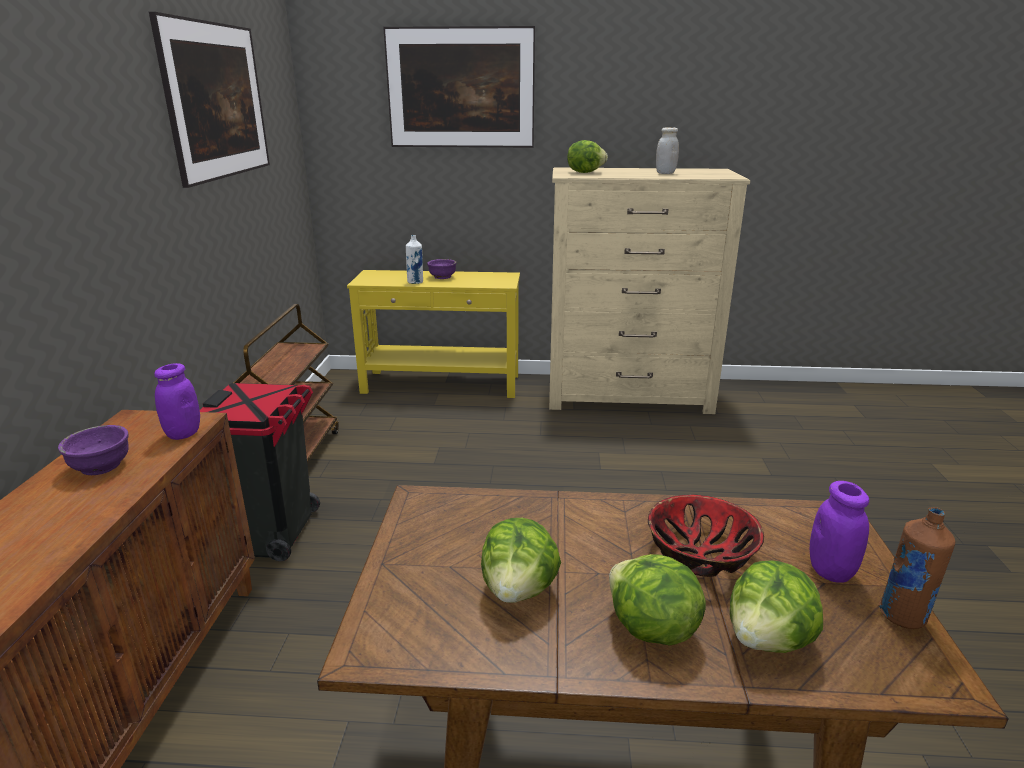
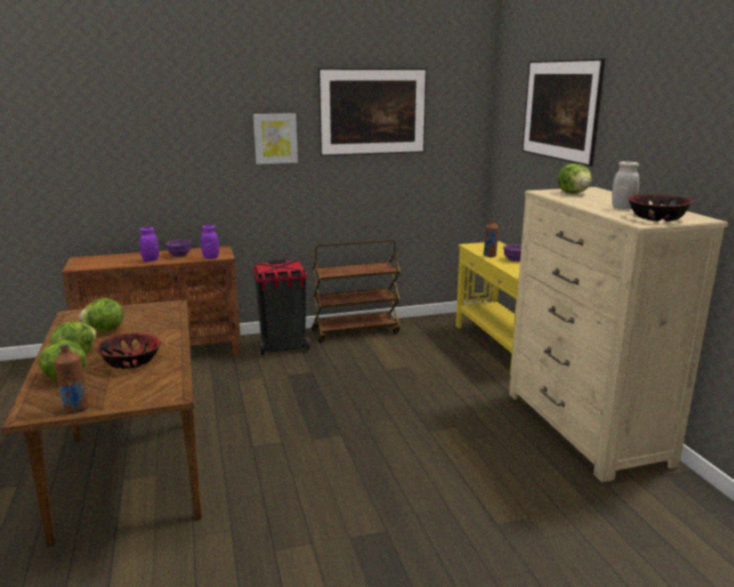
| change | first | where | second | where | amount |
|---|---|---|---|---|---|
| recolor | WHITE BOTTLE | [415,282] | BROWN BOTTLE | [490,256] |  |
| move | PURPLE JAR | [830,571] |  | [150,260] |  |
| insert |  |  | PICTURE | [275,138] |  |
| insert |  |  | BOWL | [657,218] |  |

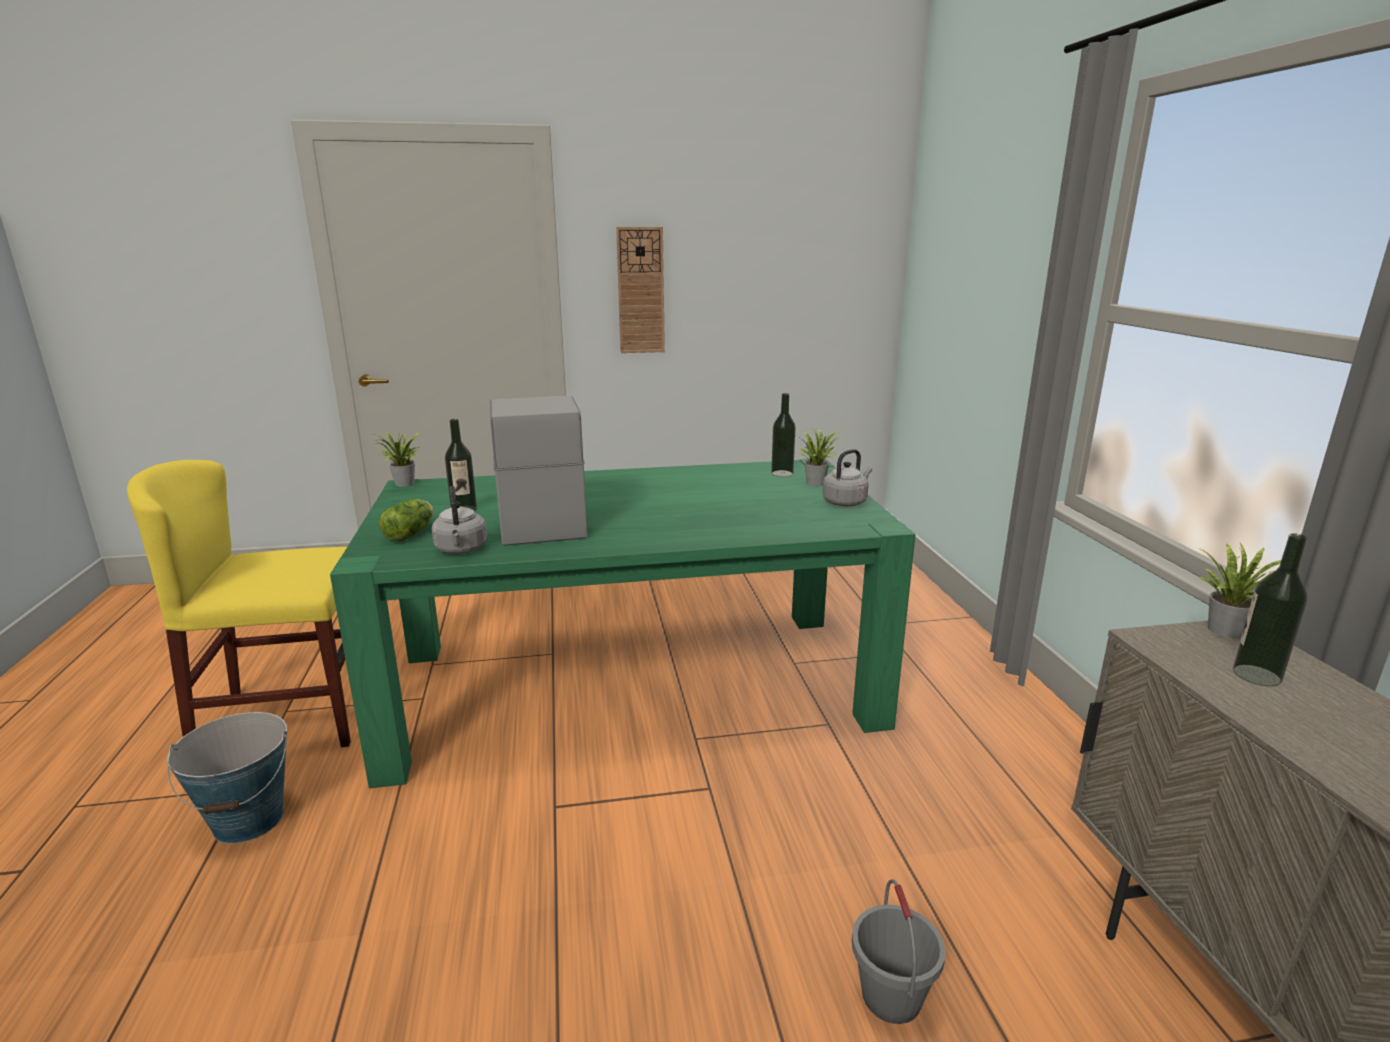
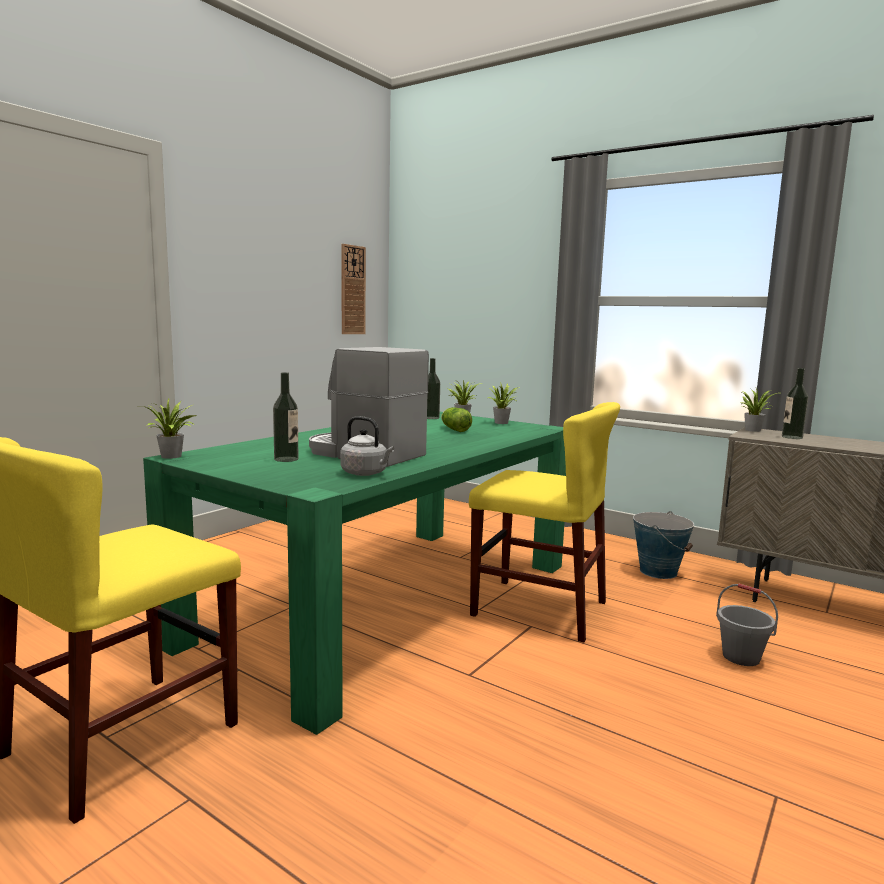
| change | first | where | second | where | amount |
|---|---|---|---|---|---|
| move | WALL CLOCK | [640,291] |  | [352,290] |  |
| replace | GREY KETTLE | [846,502] | POTTED PLANT | [503,423] |  |
| move | LETTUCE | [412,533] |  | [454,429] |  |
| move | BUCKET | [249,820] |  | [658,571] |  |
| insert |  |  | YELLOW CHAIR | [539,608] |  |

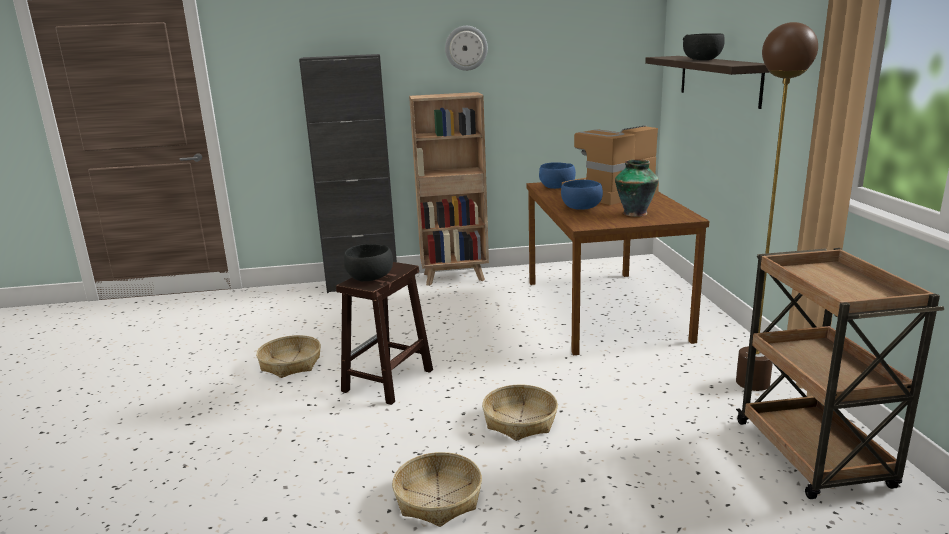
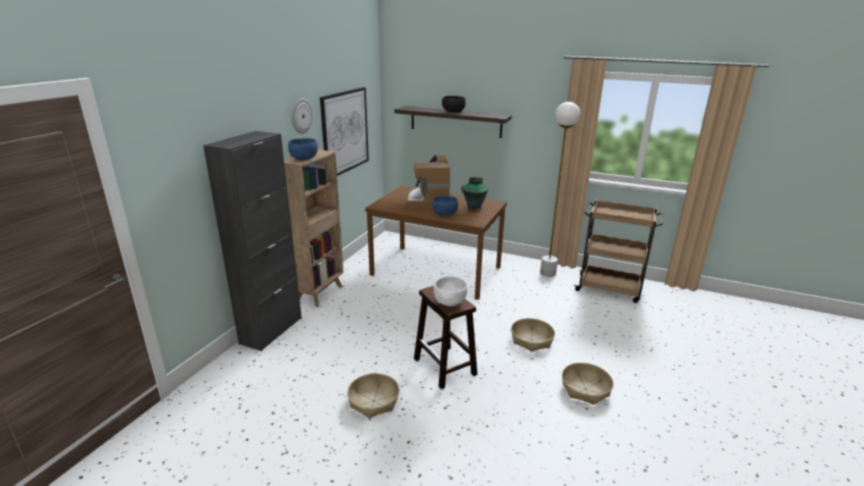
| change | first | where | second | where | amount |
|---|---|---|---|---|---|
| recolor | BROWN FLOOR LAMP | [753,383] | WHITE FLOOR LAMP | [548,273] |  |
| move | BLUE BOWL | [557,187] |  | [304,158] |  |
| recolor | BLACK BOWL | [370,278] | WHITE BOWL | [450,301] |  |
| insert |  |  | PICTURE | [345,131] |  |

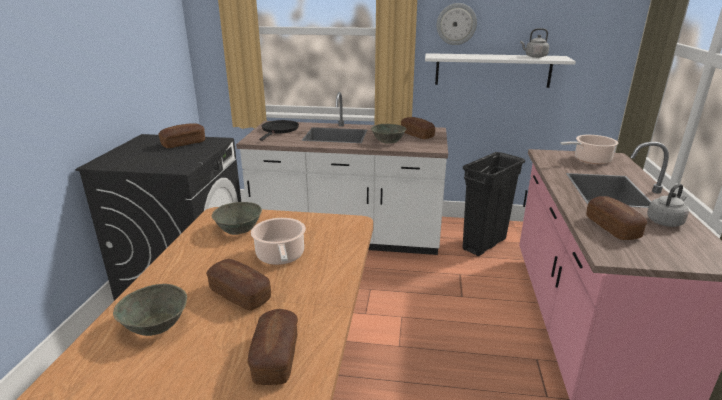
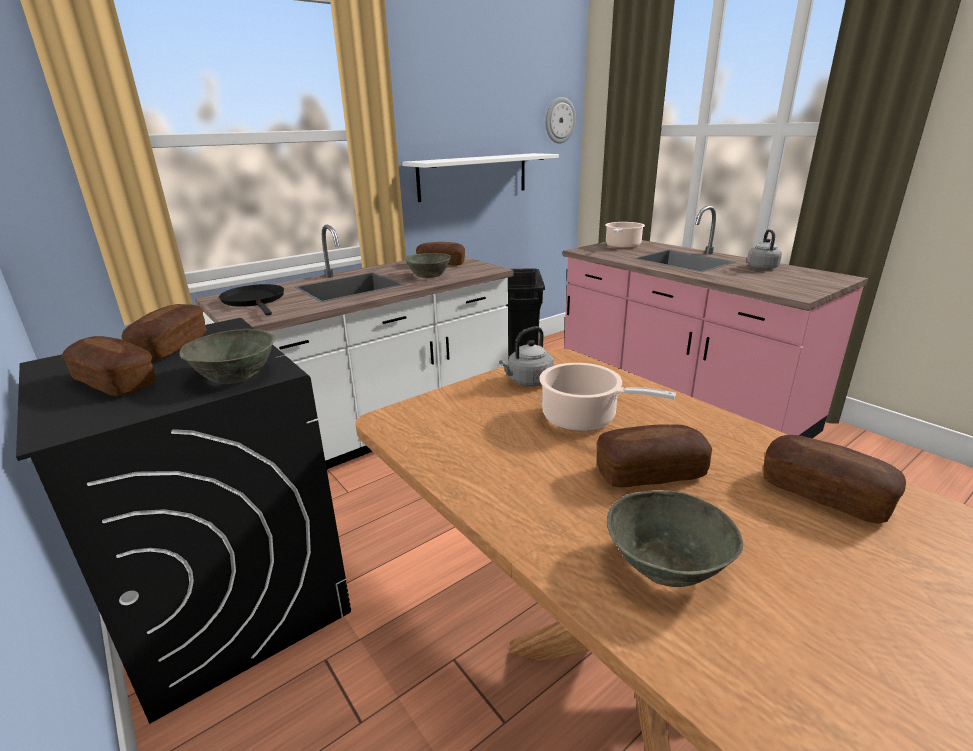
| change | first | where | second | where | amount |
|---|---|---|---|---|---|
| move | WALL CLOCK | [456,24] |  | [559,120] |  |
| move | GREY KETTLE | [534,56] |  | [528,382] |  |
| move | BREAD | [612,227] |  | [115,382] |  |
| move | GREY BOWL | [238,229] |  | [234,375] |  |

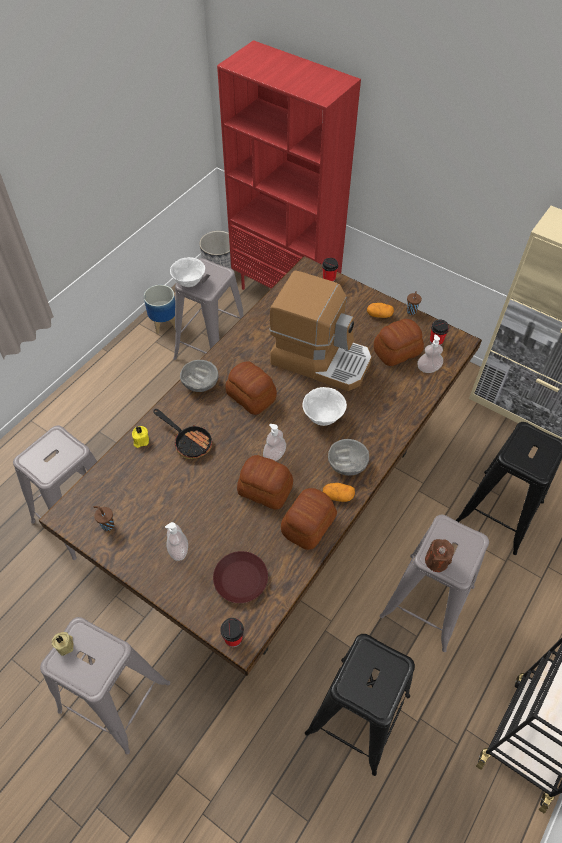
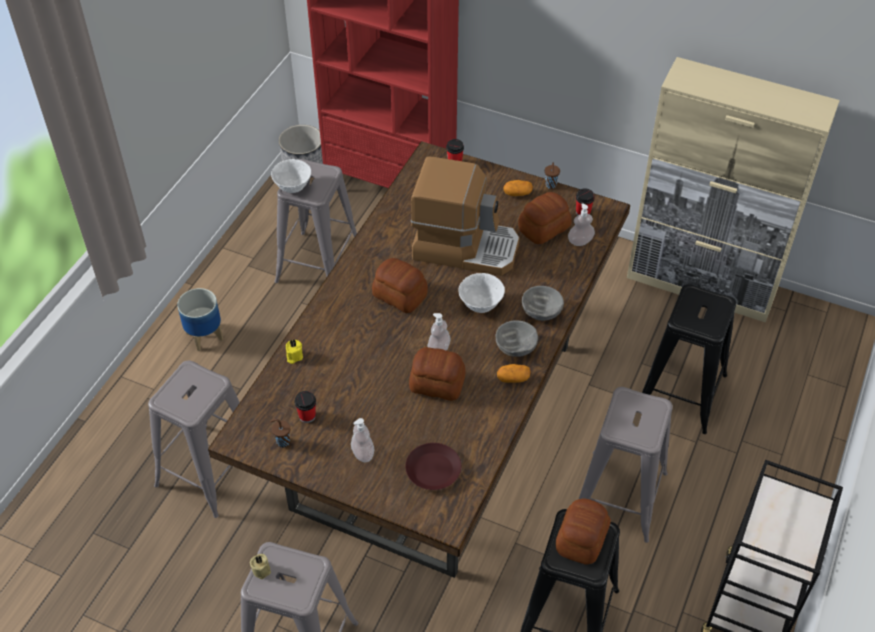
| change | first | where | second | where | amount |
|---|---|---|---|---|---|
| move | PLANTER | [163,324] |  | [204,336] |  |
| move | GREY BOWL | [200,383] |  | [541,312] |  |
| delete | FRYING PAN | [189,441] |  |  |  |
| move | BREAD | [307,525] |  | [580,539] |  |
| delete | BROWN CANDLE | [436,561] |  |  |  |
| move | CUP | [233,638] |  | [307,416] |  |

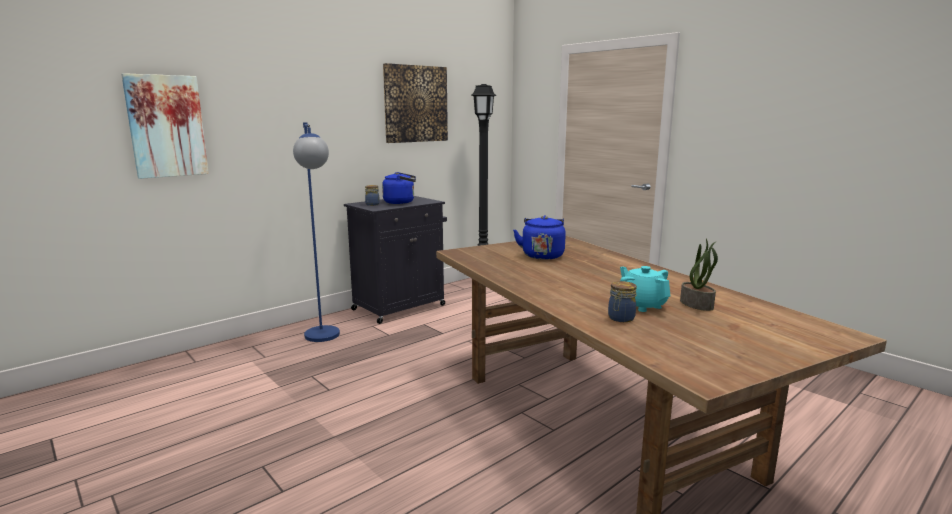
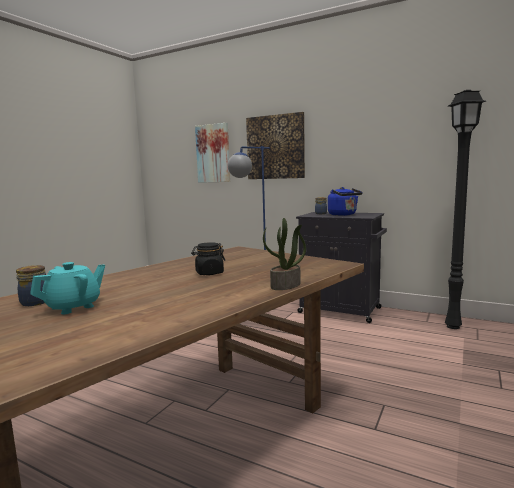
| change | first | where | second | where | amount |
|---|---|---|---|---|---|
| move | PICTURE | [415,104] |  | [275,147] |  |
| delete | BLUE KETTLE | [542,255] |  |  |  |
| move | POTTED PLANT | [697,304] |  | [285,286] |  |
| insert |  |  | BLACK JAR | [209,273] |  |

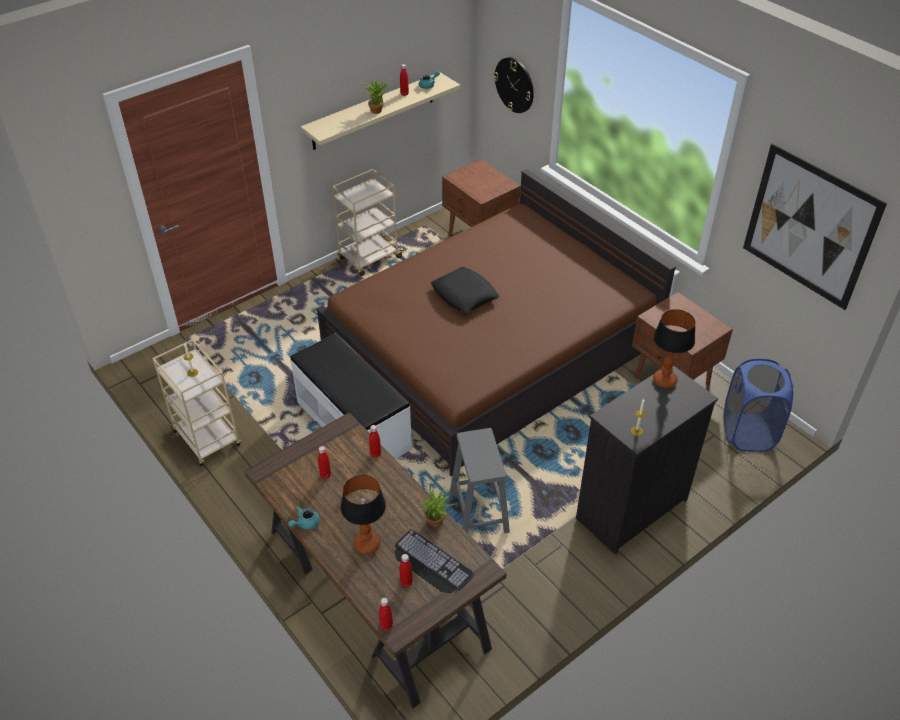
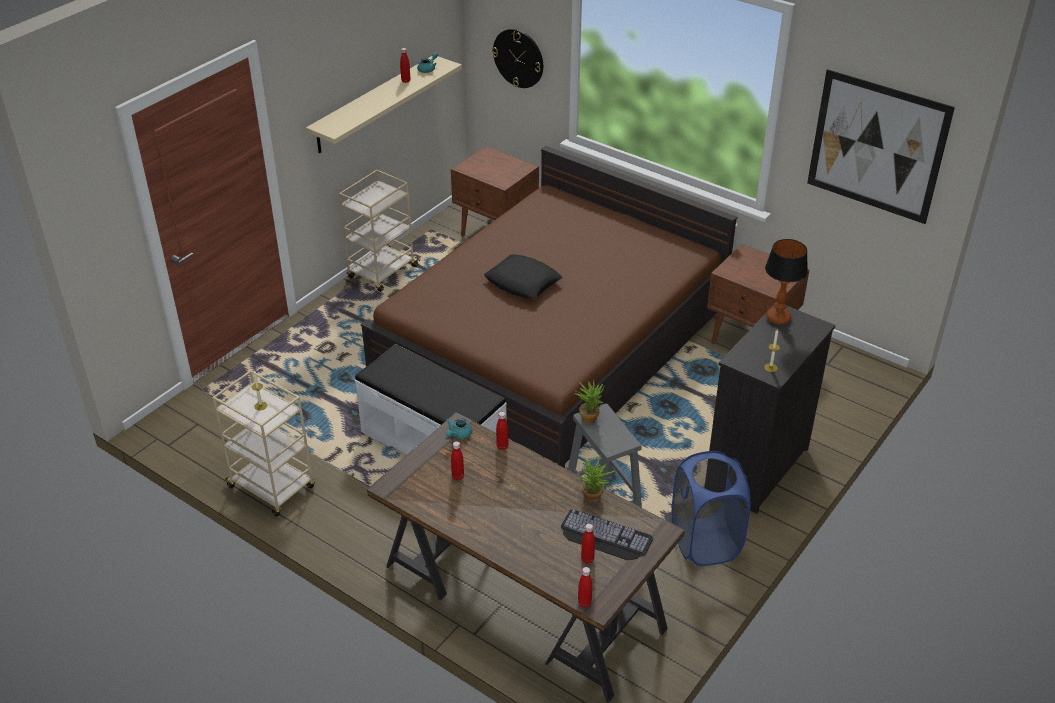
| change | first | where | second | where | amount |
|---|---|---|---|---|---|
| move | POTTED PLANT | [377,110] |  | [589,416] |  |
| move | BLUE LAUNDRY BASKET | [747,432] |  | [705,542] |  |
| delete | TABLE LAMP | [366,544] |  |  |  |
| move | TURQUOISE TEAPOT | [305,523] |  | [458,434] |  |

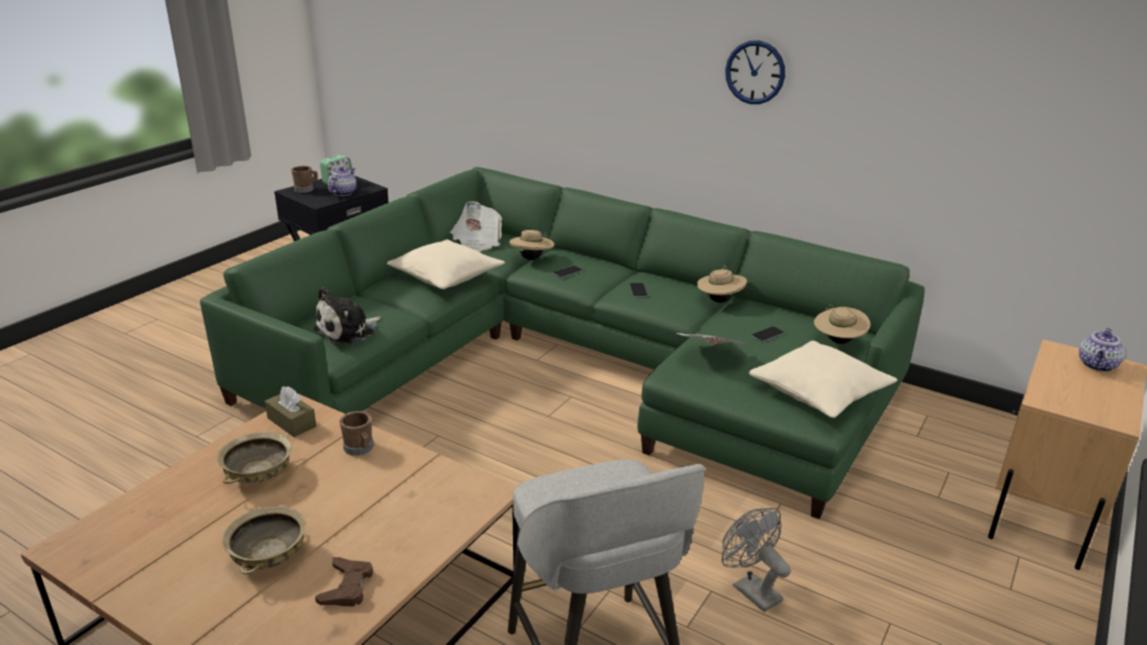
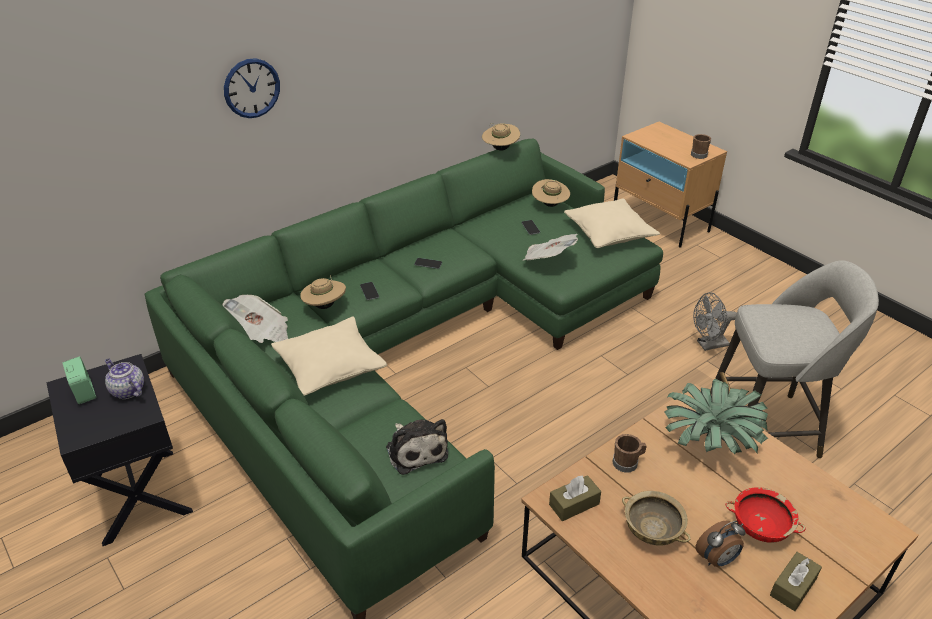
| change | first | where | second | where | amount |
|---|---|---|---|---|---|
| move | WALL CLOCK | [755,72] |  | [252,88] |  |
| move | BROWN MUG | [306,189] |  | [698,154] |  |
| move | BEIGE HAT | [719,300] |  | [500,149] |  |
| delete | TEAPOT | [1097,365] |  |  |  |
| recolor | BEIGE BOWL | [269,557] | RED BOWL | [761,527] |  |
| delete | BROWN GAME CONTROLLER | [347,587] |  |  |  |
| insert |  |  | POTTED PLANT | [709,443] |  |
| insert |  |  | ALARM CLOCK | [717,559] |  |
| insert |  |  | BROWN TISSUE BOX | [793,587] |  |

